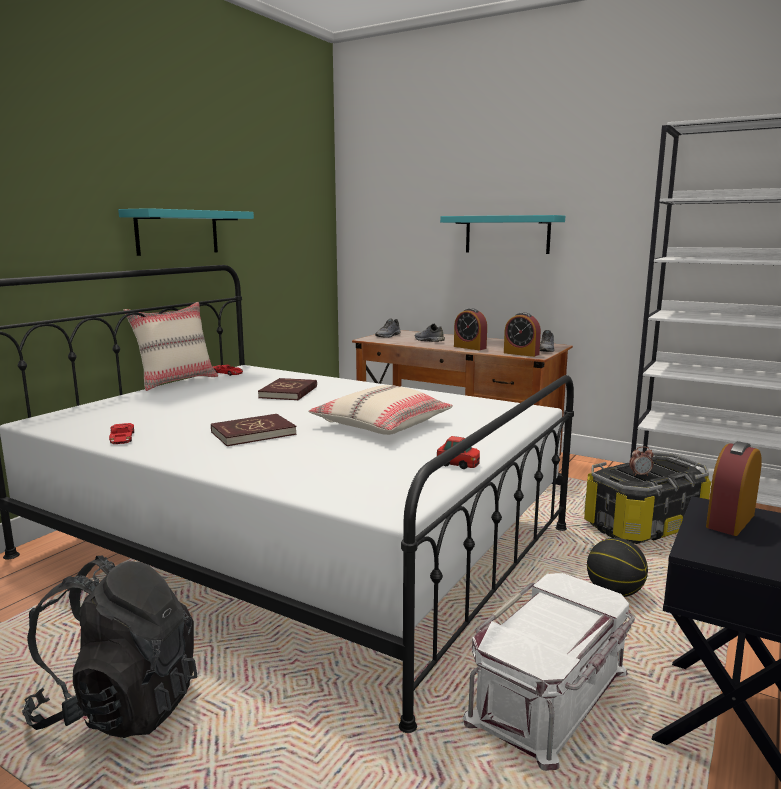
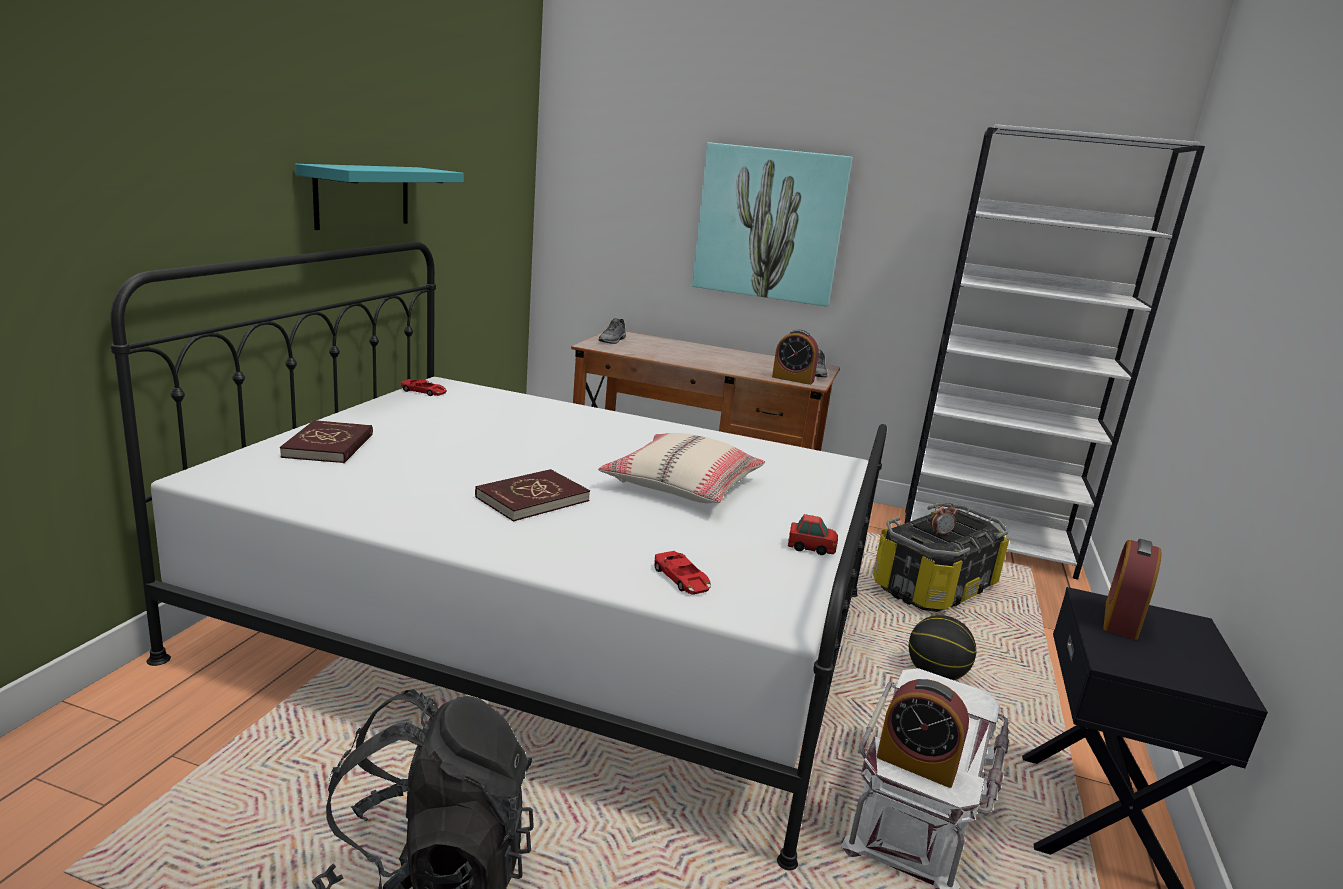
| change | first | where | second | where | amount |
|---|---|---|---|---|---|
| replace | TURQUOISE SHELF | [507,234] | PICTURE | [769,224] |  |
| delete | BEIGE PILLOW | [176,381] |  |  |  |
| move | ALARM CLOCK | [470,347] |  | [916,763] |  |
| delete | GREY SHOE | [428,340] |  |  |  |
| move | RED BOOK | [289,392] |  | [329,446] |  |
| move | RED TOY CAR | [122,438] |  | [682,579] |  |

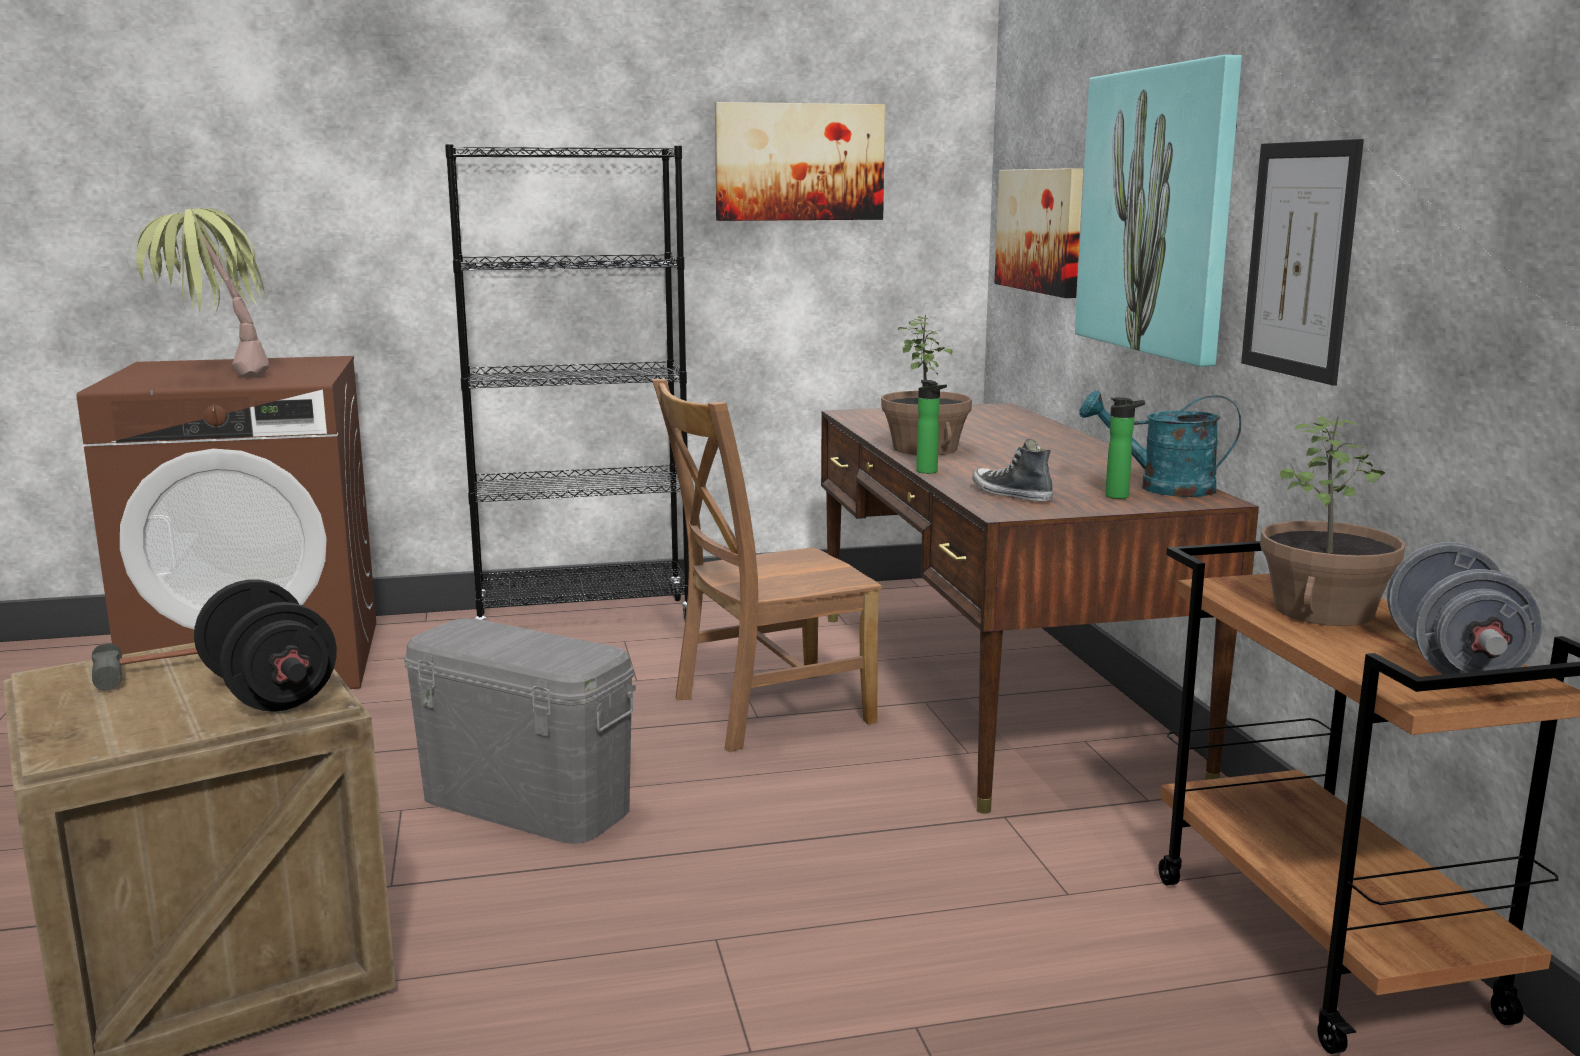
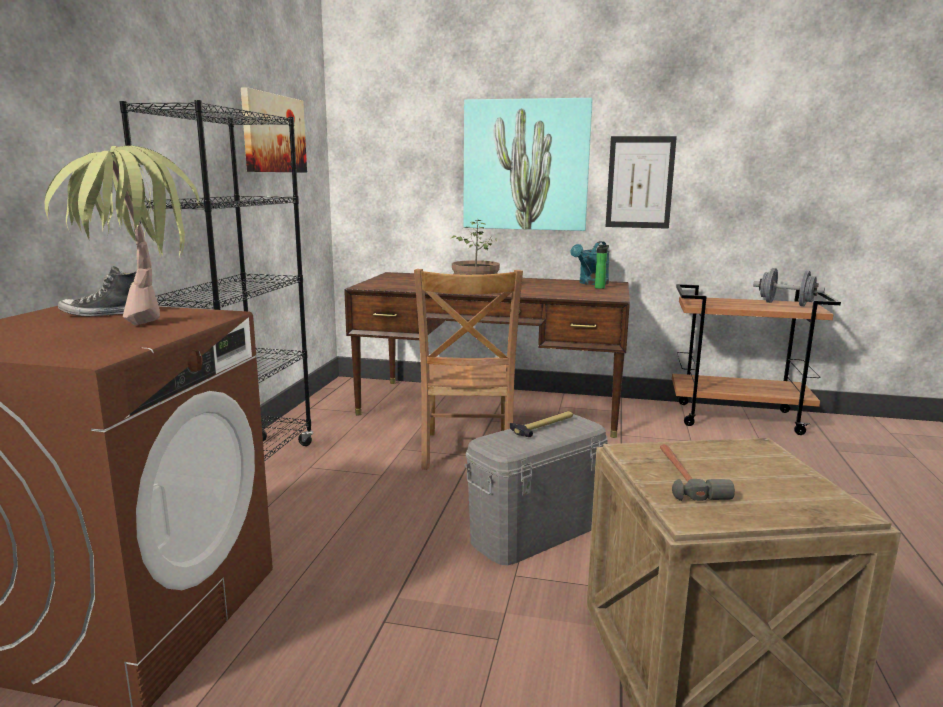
| change | first | where | second | where | amount |
|---|---|---|---|---|---|
| delete | PICTURE | [1040,230] |  |  |  |
| delete | BOTTLE | [929,472] |  |  |  |
| delete | POTTED PLANT | [1325,611] |  |  |  |
| move | SHOE | [1010,494] |  | [103,314] |  |
| delete | BLACK DUMBBELL | [270,693] |  |  |  |
| insert |  |  | HAMMER | [543,427] |  |

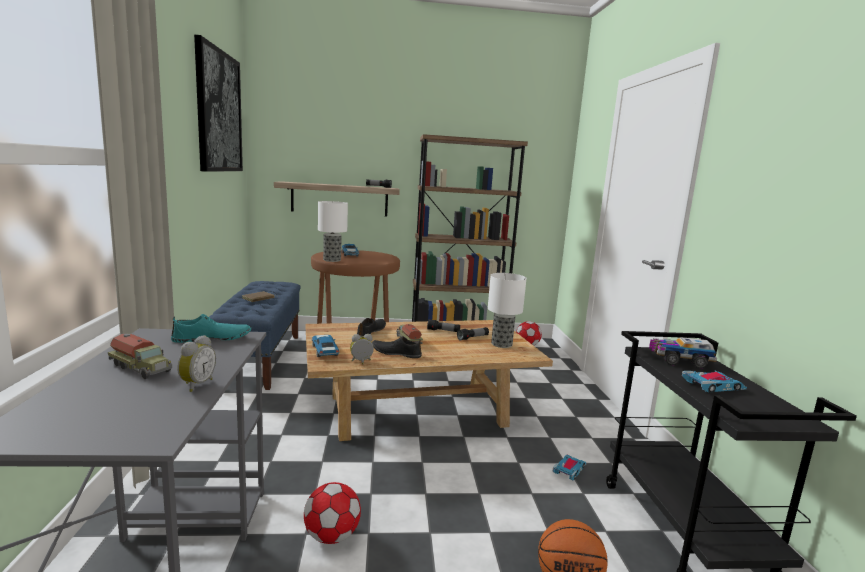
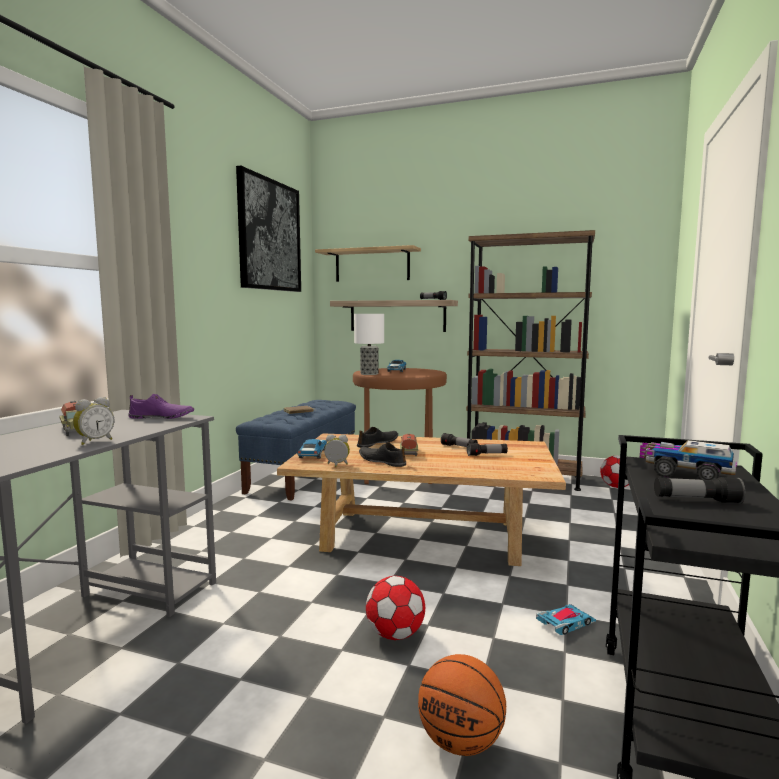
| change | first | where | second | where | amount |
|---|---|---|---|---|---|
| delete | TABLE LAMP | [501,344] |  |  |  |
| recolor | TURQUOISE SHOE | [212,339] | PURPLE SHOE | [161,417] |  |
| replace | TOY CAR | [713,386] | FLASHLIGHT | [696,500] |  |
| move | FOOTBALL | [332,536] |  | [395,634] |  |
| insert |  |  | SHELF | [372,265] |  |

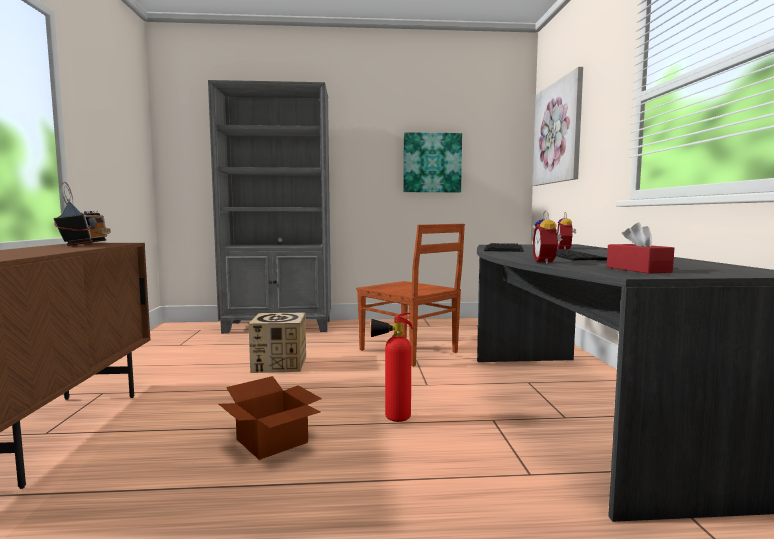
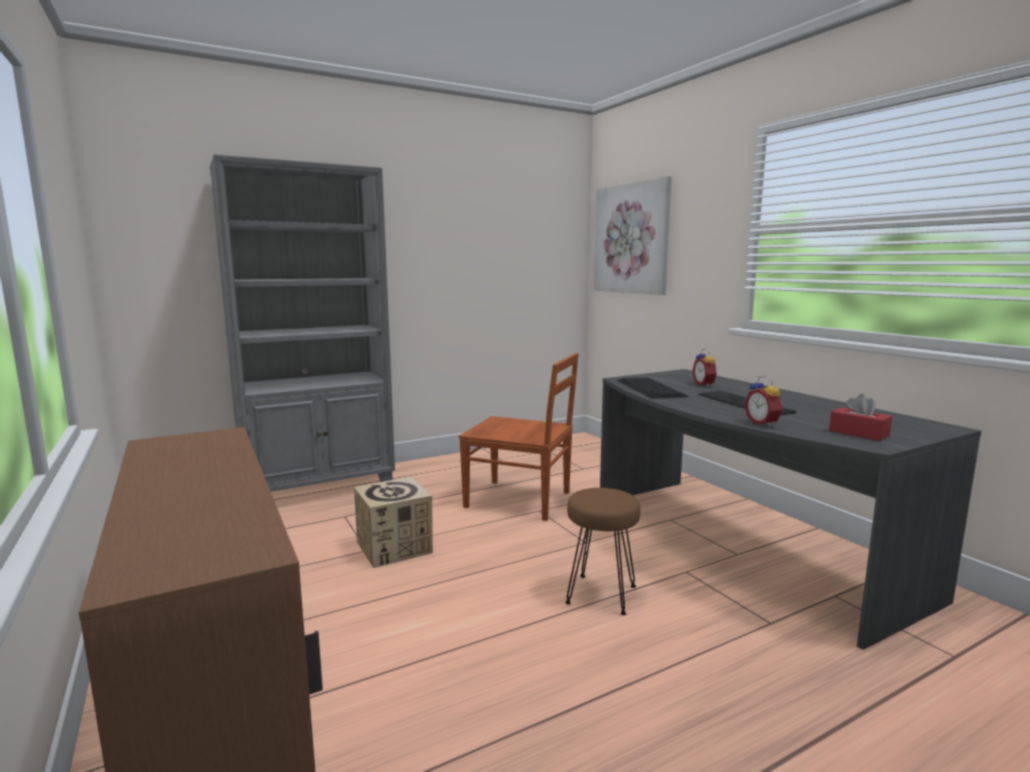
| change | first | where | second | where | amount |
|---|---|---|---|---|---|
| delete | PICTURE | [432,163] |  |  |  |
| delete | RADIO | [85,244] |  |  |  |
| replace | FIRE EXTINGUISHER | [391,419] | BROWN STOOL | [600,594] |  |
| delete | CARDBOARD BOX | [272,442] |  |  |  |

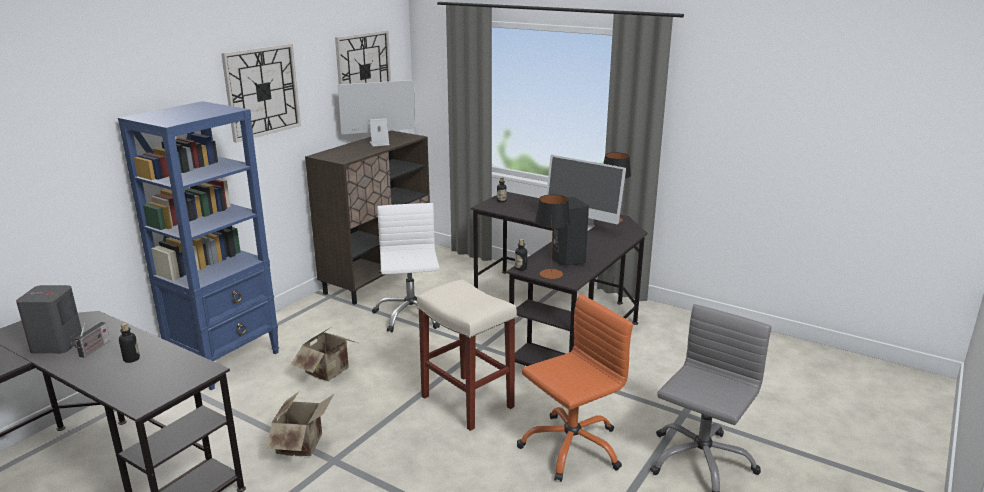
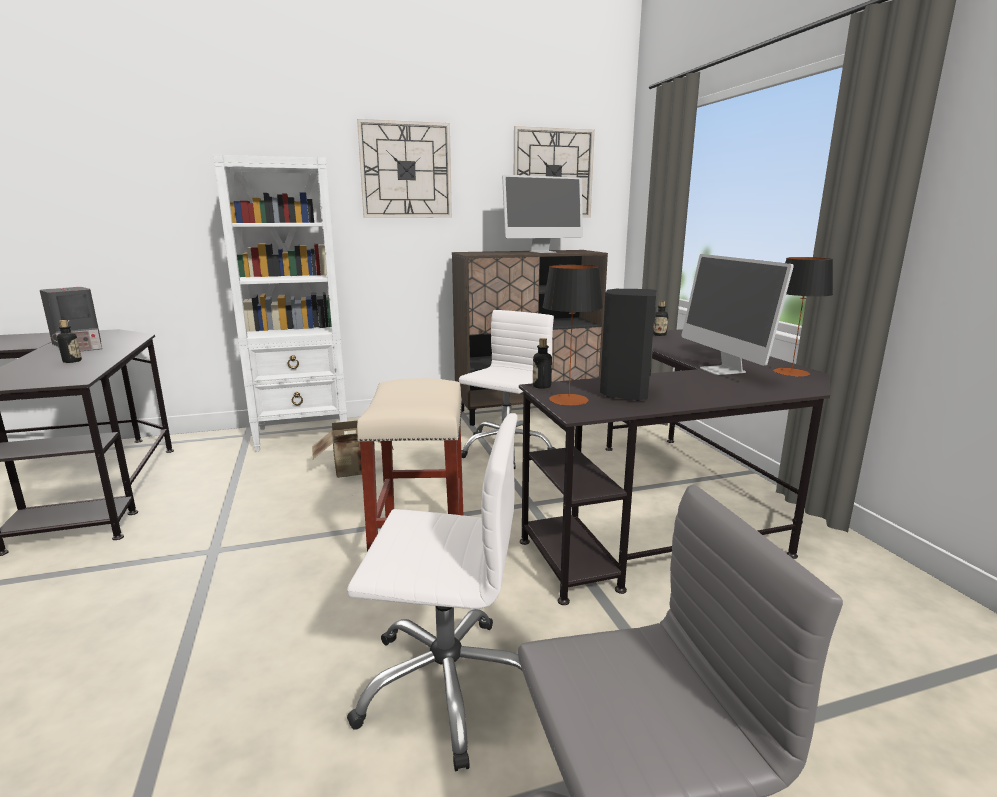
| change | first | where | second | where | amount |
|---|---|---|---|---|---|
| rotate | MONITOR | [379,143] |  | [543,252] | 135 degrees clockwise |
| recolor | BLUE BOOKCASE | [226,361] | WHITE BOOKCASE | [304,435] |  |
| recolor | ORANGE OFFICE CHAIR | [571,447] | WHITE OFFICE CHAIR | [448,684] |  |
| delete | CARDBOARD BOX | [304,444] |  |  |  |

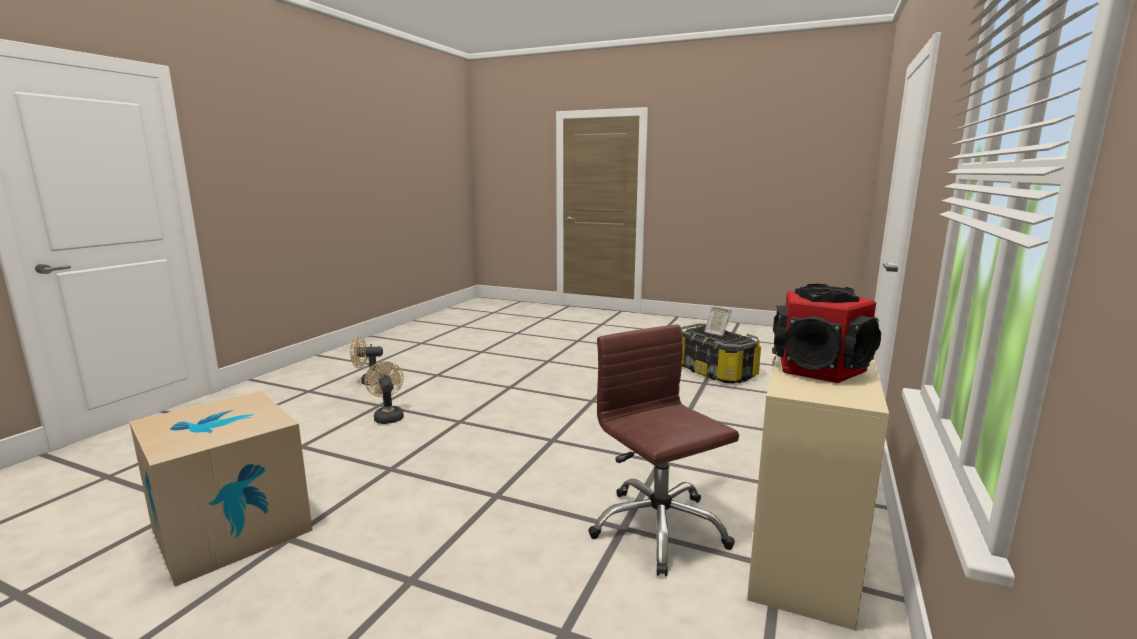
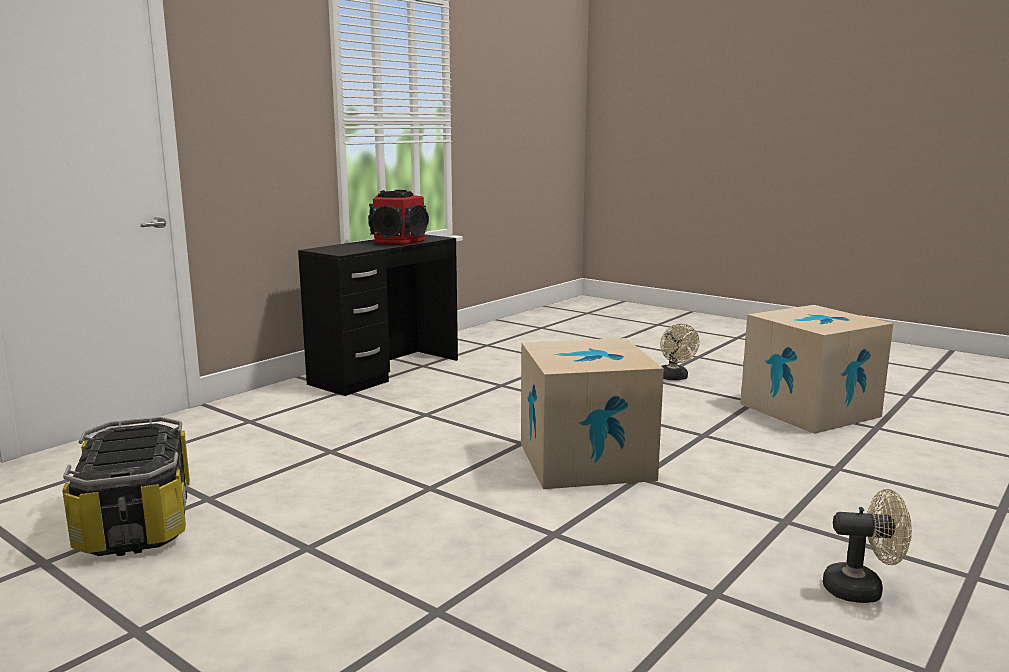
| change | first | where | second | where | amount |
|---|---|---|---|---|---|
| delete | PICTURE FRAME | [716,333] |  |  |  |
| delete | BROWN OFFICE CHAIR | [658,528] |  |  |  |
| recolor | BEIGE DESK | [804,539] | BLACK DESK | [385,371] |  |
| move | BEIGE FAN | [388,416] |  | [674,378] |  |
| insert |  |  | CARDBOARD BOX | [585,461] |  |

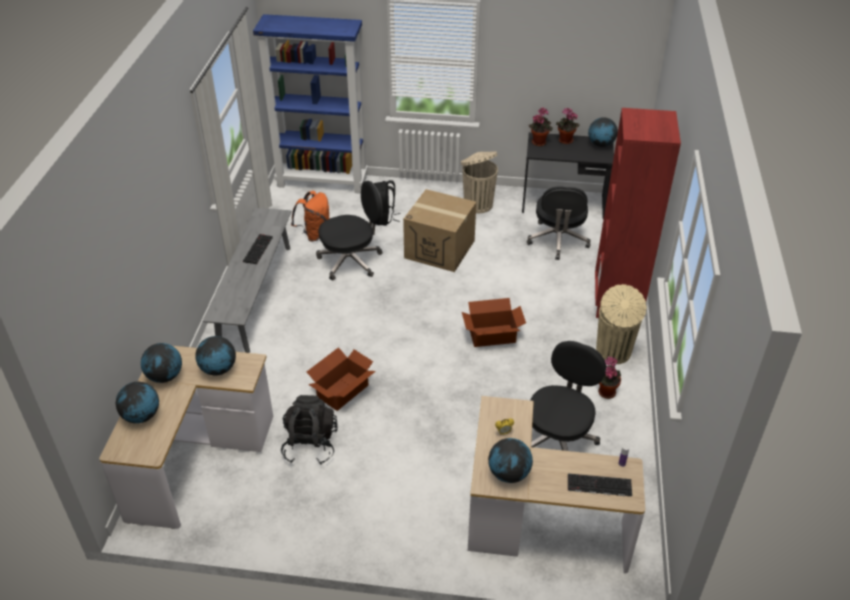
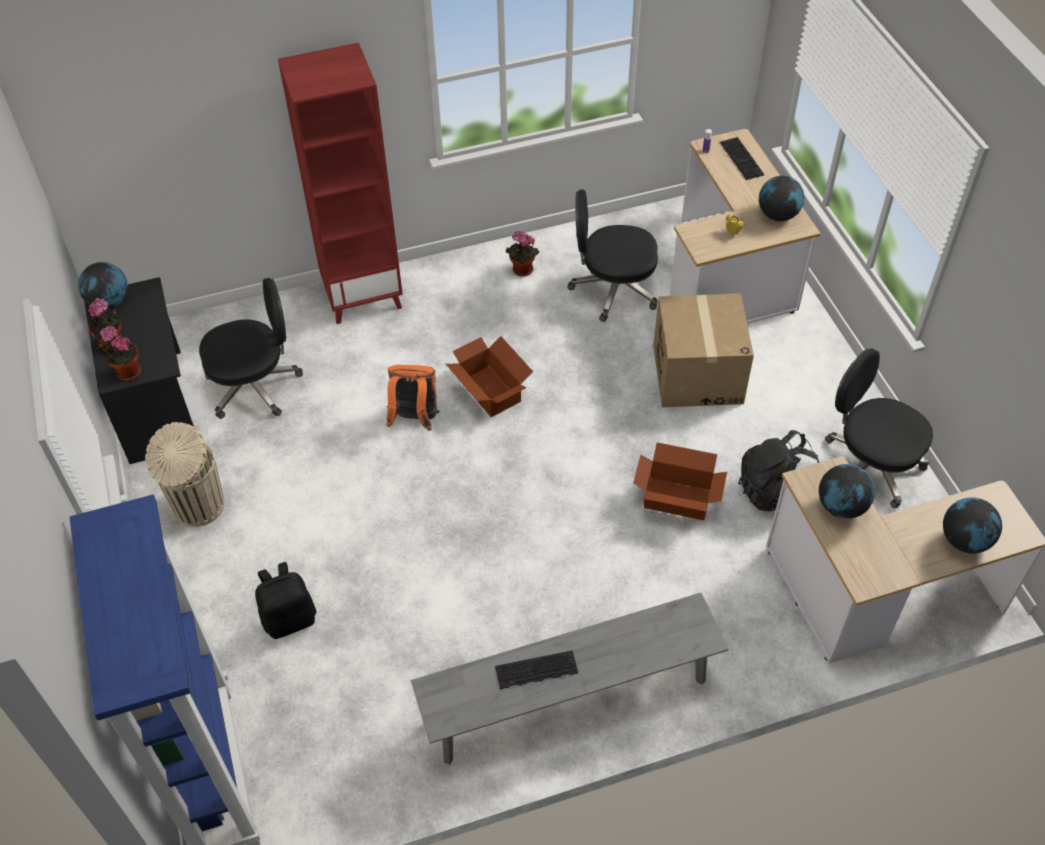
| change | first | where | second | where | amount |
|---|---|---|---|---|---|
| move | BLACK OFFICE CHAIR | [351,261] |  | [869,465] |  |
| move | CARDBOARD BOX | [440,249] |  | [697,374] |  |
| move | ORANGE BACKPACK | [314,234] |  | [414,419] |  |
| delete | BEIGE TRASH CAN | [613,352] |  |  |  |
| delete | GLOBE | [165,376] |  |  |  |

